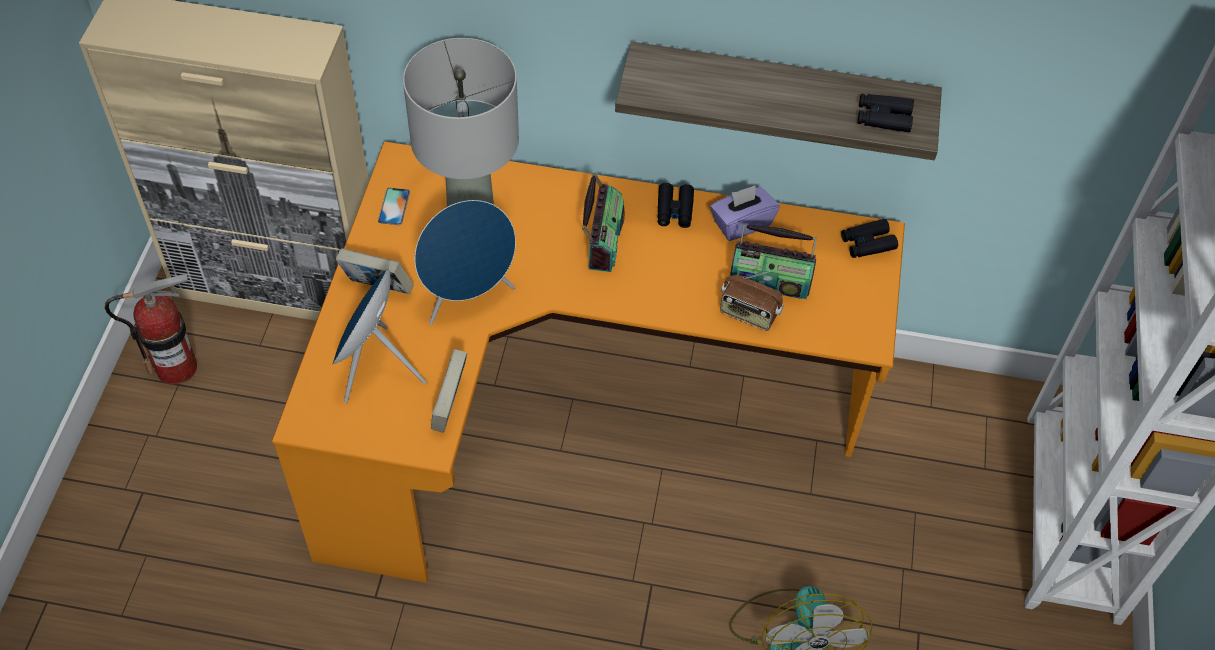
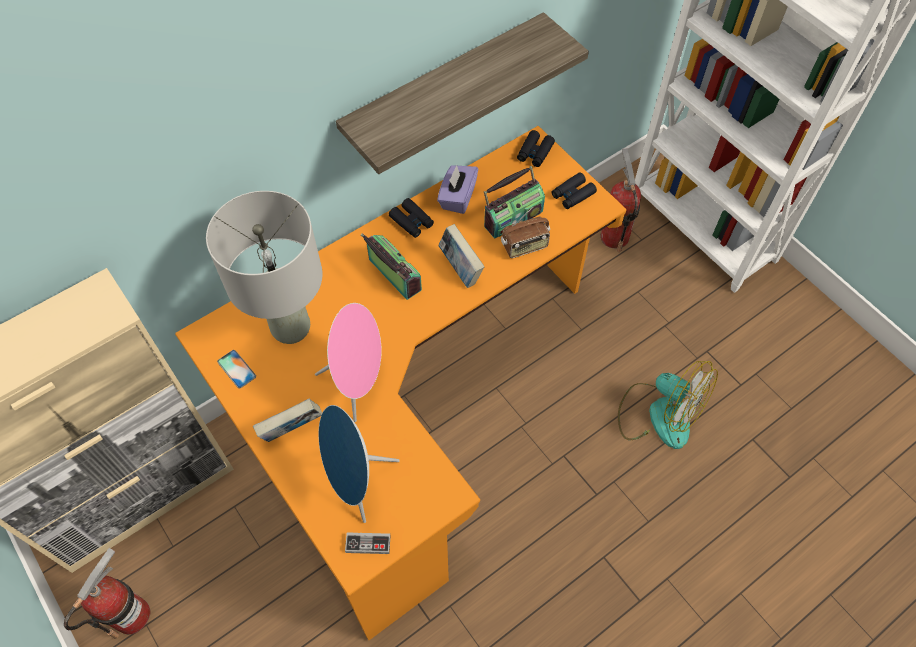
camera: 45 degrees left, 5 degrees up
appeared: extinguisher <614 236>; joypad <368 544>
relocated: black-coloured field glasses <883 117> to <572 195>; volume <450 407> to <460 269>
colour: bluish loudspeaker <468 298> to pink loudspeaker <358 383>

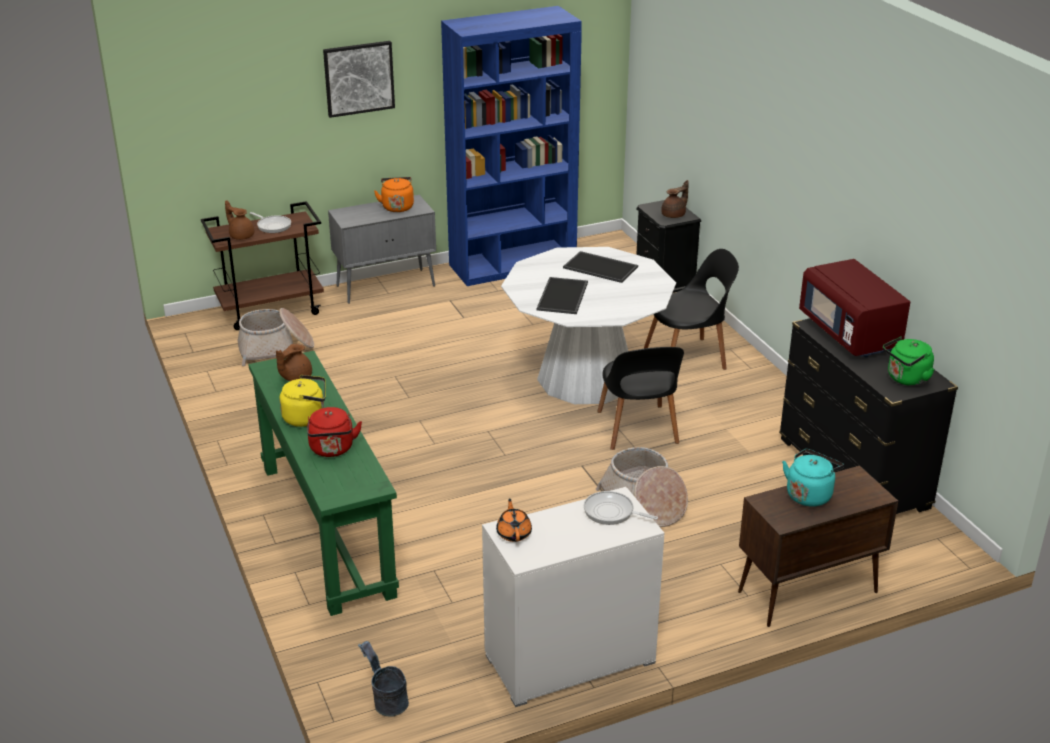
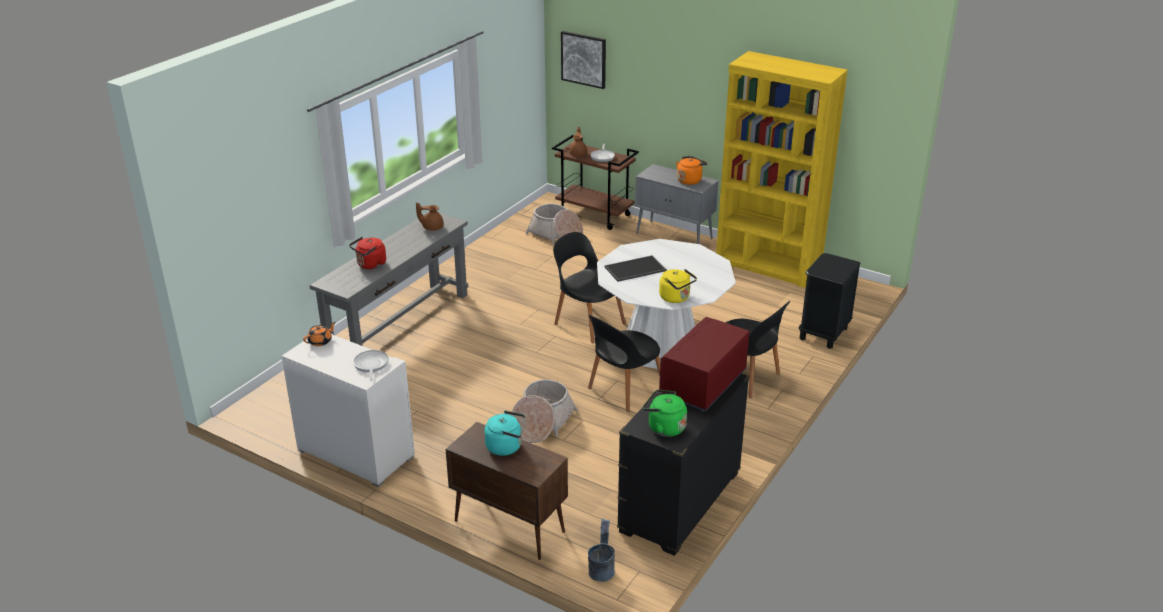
camera: 55 degrees right, 0 degrees up
missing: brownish pot for tea <674 215>; carrying tray <601 267>
appeared: black-coloured upright chair <587 322>
relocated: wall picture <359 78> to <584 59>; yellow-coloured kettle <306 417> to <676 298>; greyish bucket <386 701> to <601 569>
colour: bluish bookshelf <513 265> to yellow-coloured bookshelf <768 265>; greenish narrow table <327 529> to greyish narrow table <400 326>

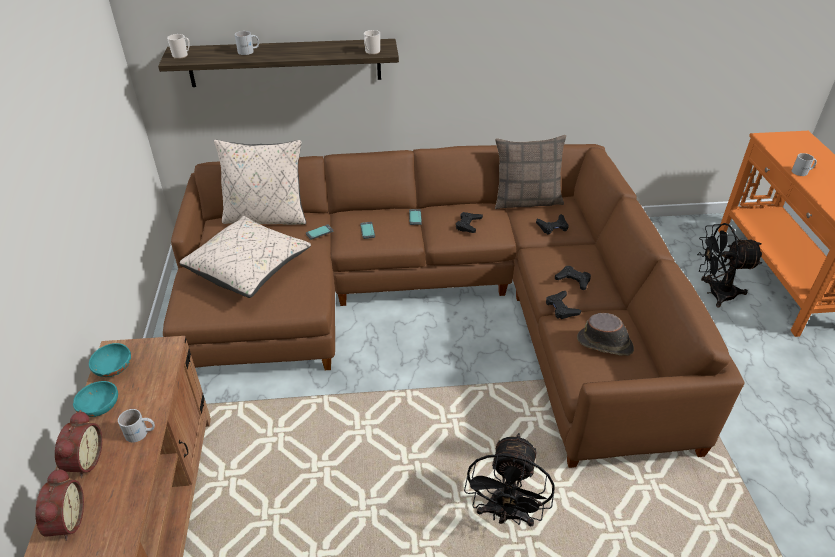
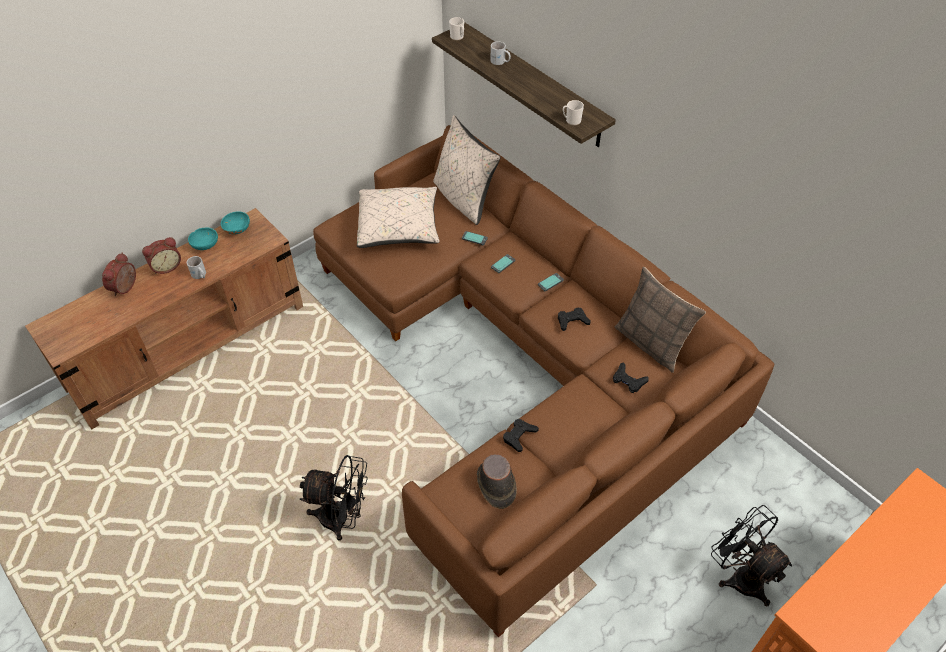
camera: 55 degrees right, 10 degrees up
missing: whitish tea mug <802 172>; black-coloured joypad <573 280>
spun: black-coloured cooling fan <505 514> = <342 518> 150 degrees counterclockwise; alarm clock <65 522> = <126 288> 150 degrees clockwise

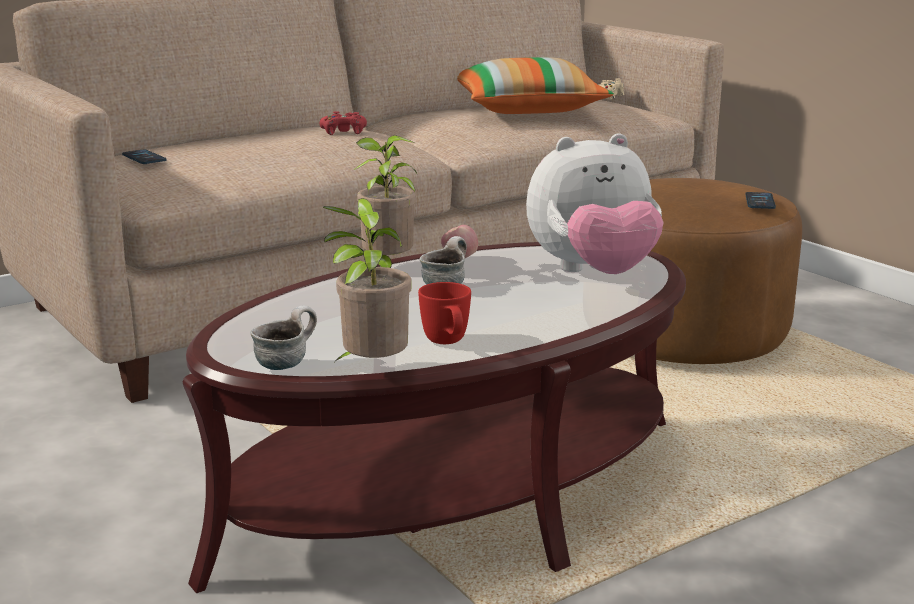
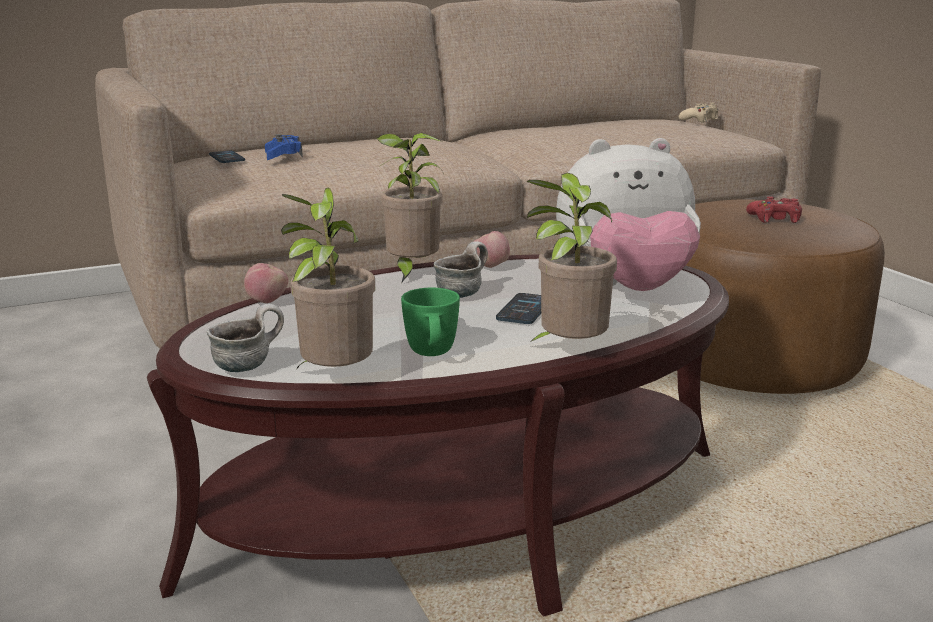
camera: 10 degrees right, 0 degrees up
missing: pillow <528 110>
appeared: bluish joypad <283 155>; potted plant <568 351>; apple fruit <268 301>
relocated: red joypad <343 131> to <775 219>; handset <760 201> to <524 310>
colour: red tea mug <448 344> to greenish tea mug <432 356>

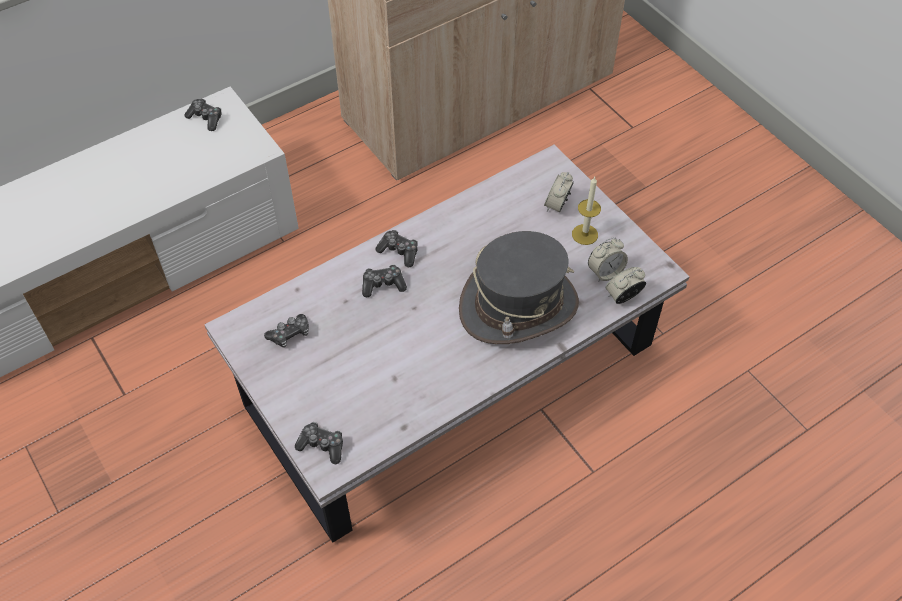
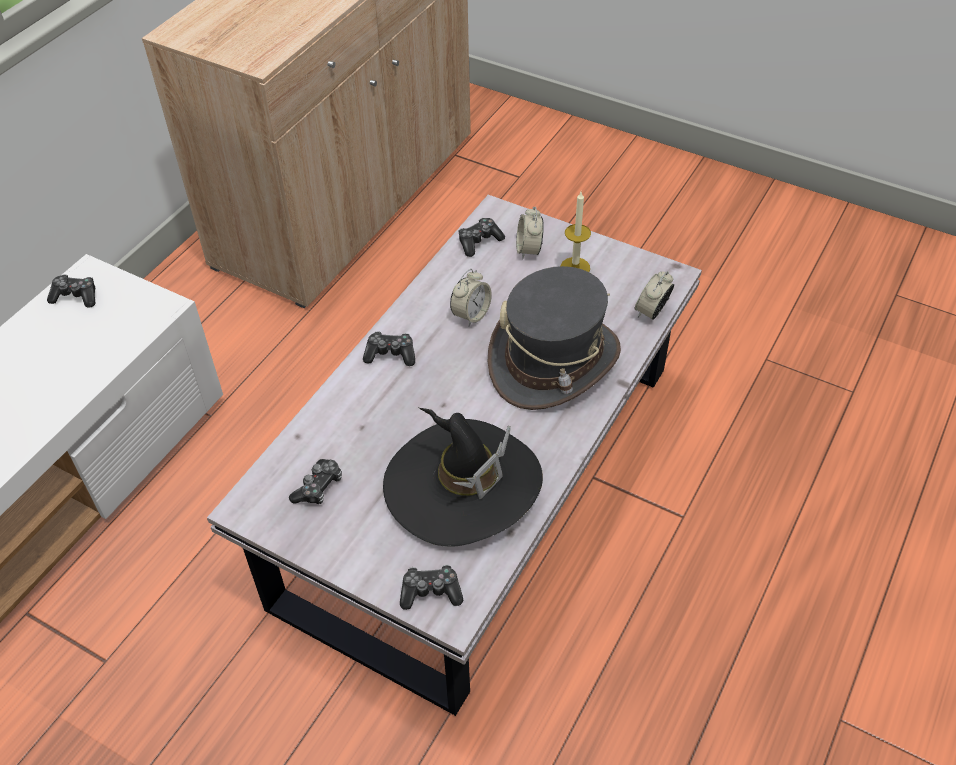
camera: 25 degrees left, 5 degrees down
appeared: black-coloured wearable hat <463 485>
relocated: alarm clock <605 272> to <471 315>; joypad <383 285> to <479 242>

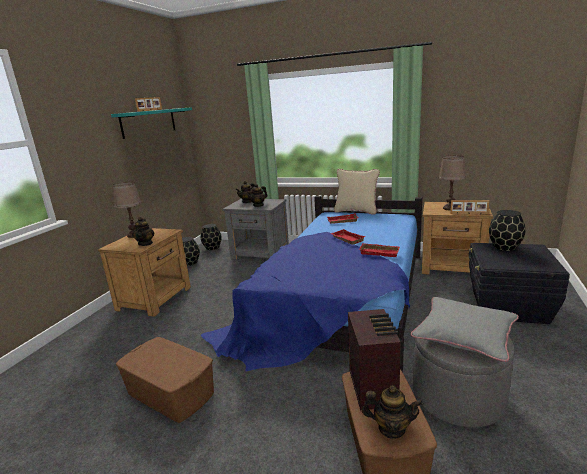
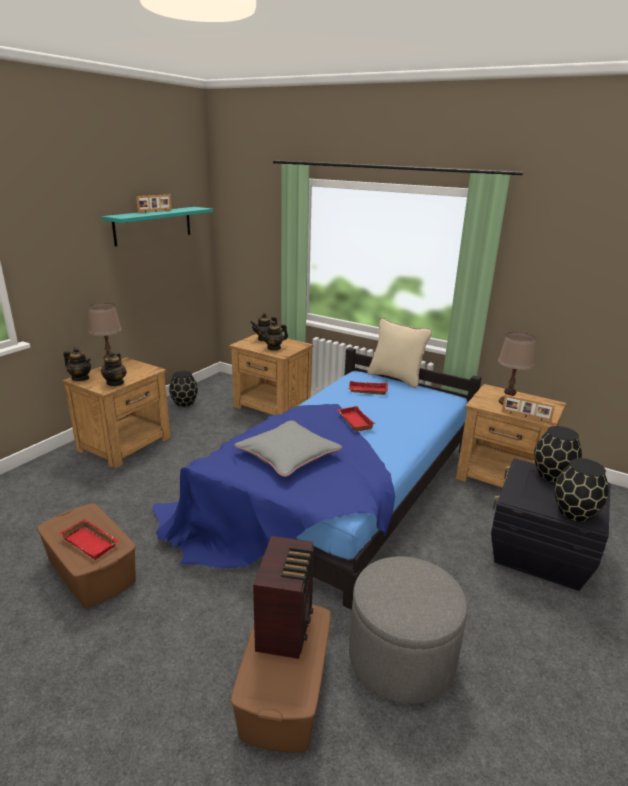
camera: 10 degrees right, 5 degrees up
relocated: black-coloured decorative vase <212 248> to <575 513>; red carrying tray <380 252> to <92 542>; greyish pillow <464 334> to <288 454>; pot for tea <391 428> to <80 378>
colour: greyish night table <261 254> to brownish night table <272 407>

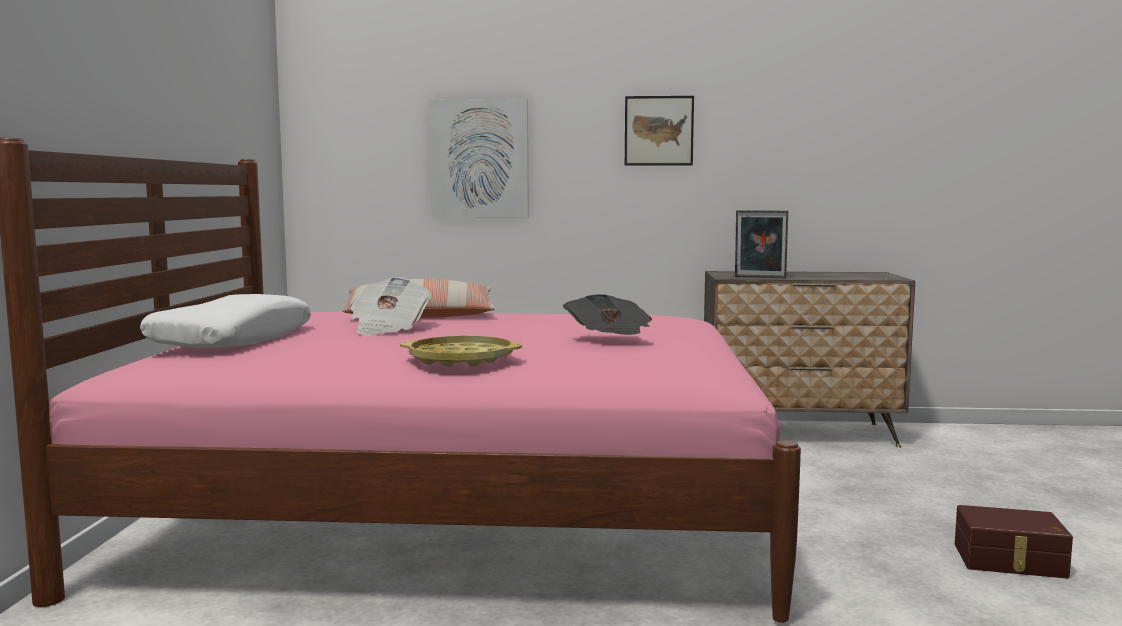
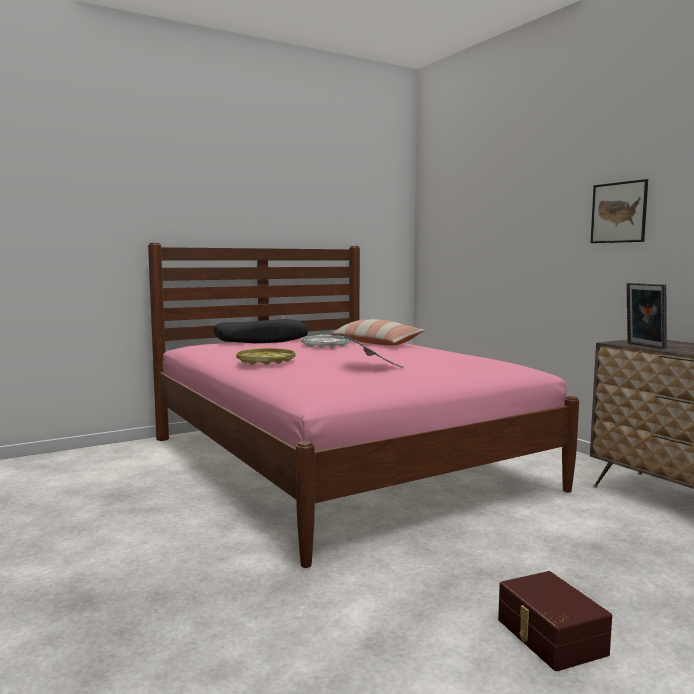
camera: 55 degrees right, 0 degrees up
missing: wall picture <479 159>
exchanged: newspaper <388 329> to whitish carrying tray <325 345>
colour: whitish pillow <232 340> to black-coloured pillow <261 341>

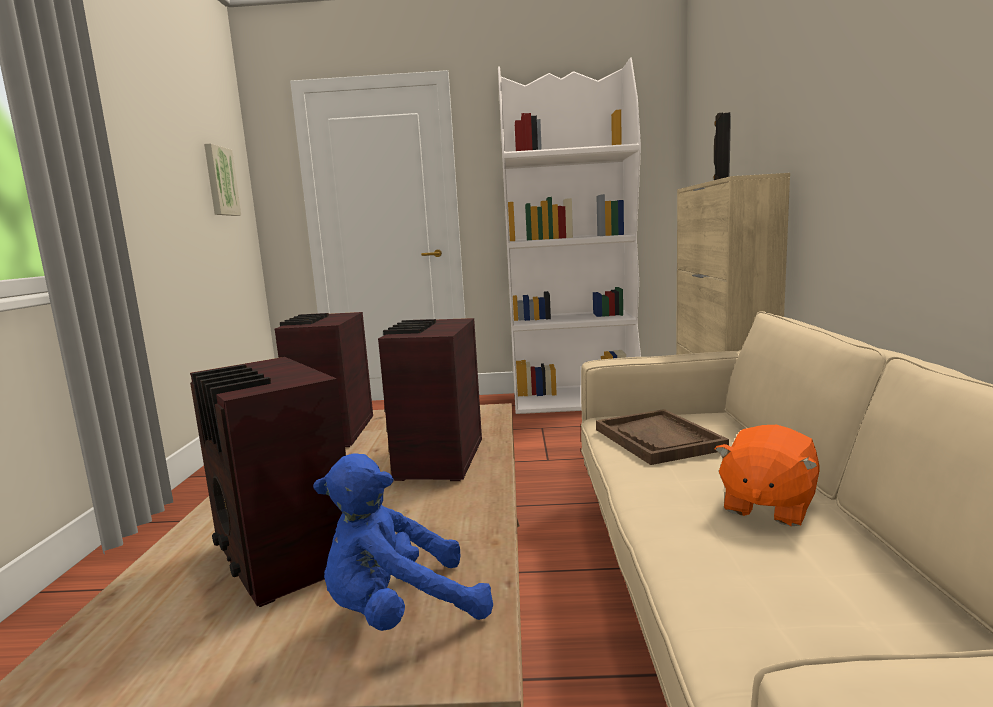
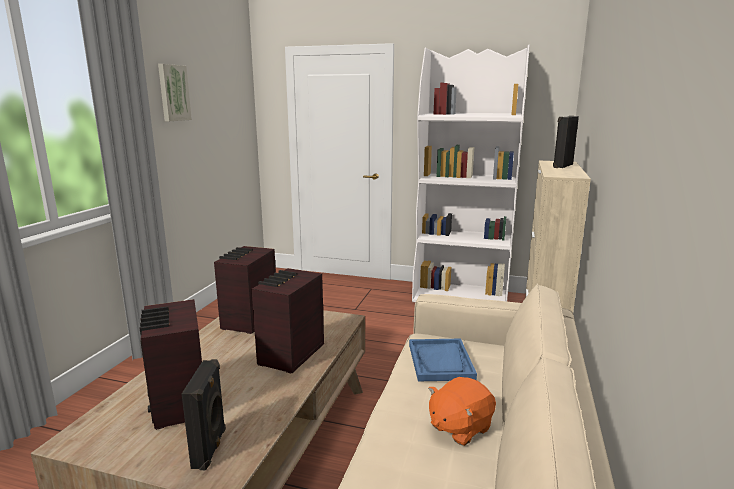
camera: 15 degrees right, 5 degrees up
relocated: wall picture <220 181> to <173 93>
exchanged: bluish cuddly toy <400 612> to black-coloured loudspeaker <210 448>
colour: brownish carrying tray <658 439> to bluish carrying tray <440 361>

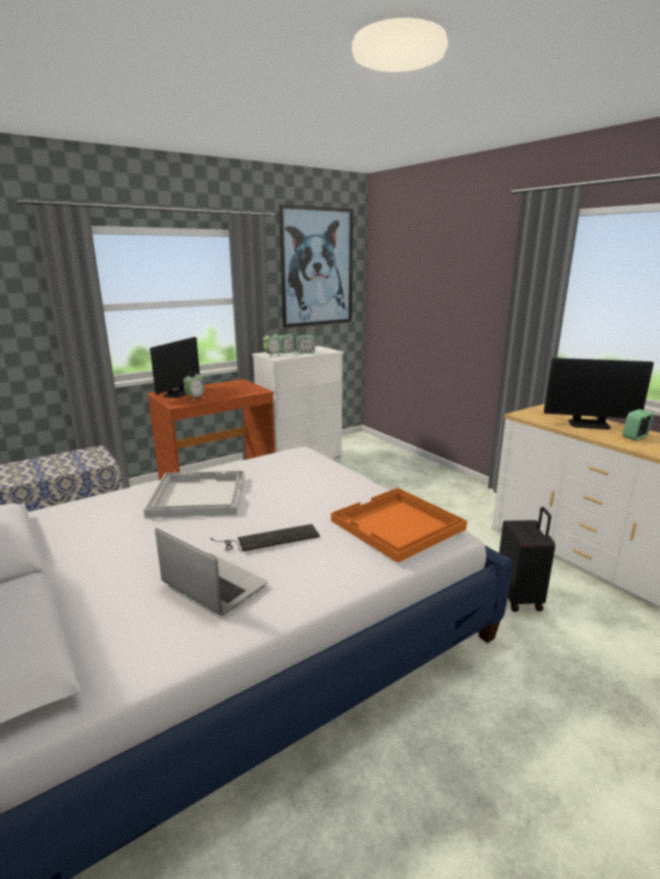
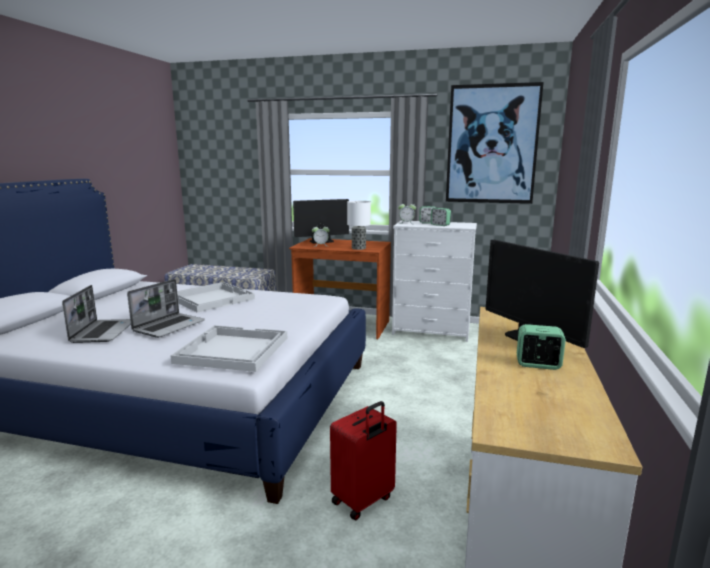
camera: 50 degrees right, 5 degrees down
appeared: tabletop lamp <358 248>
exchanged: computer keyboard <268 539> to notebook computer <169 326>
colour: orange carrying tray <397 525> to whitish carrying tray <231 350>; black-coloured travel case <520 597> to red travel case <363 501>

